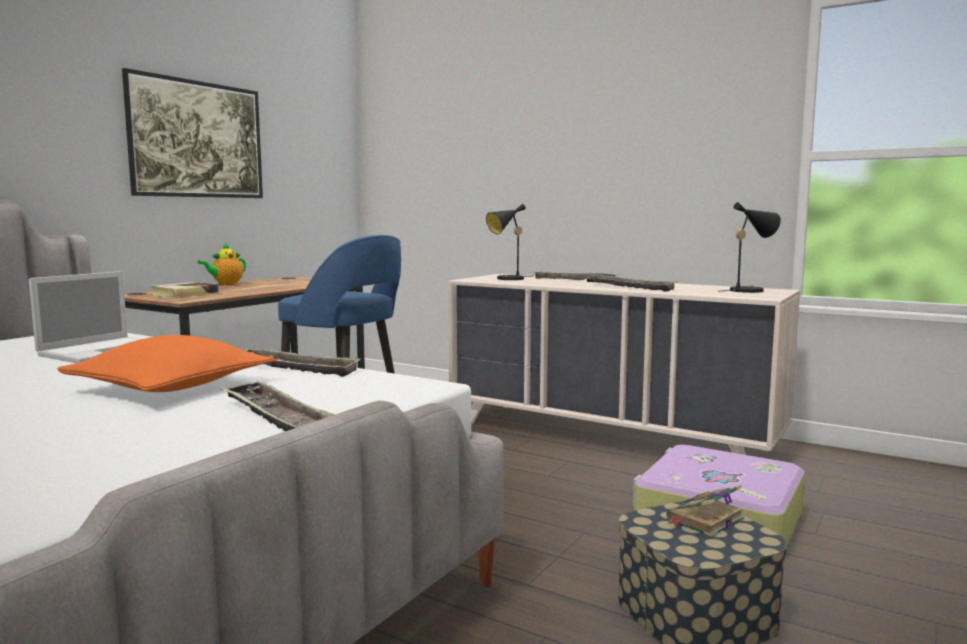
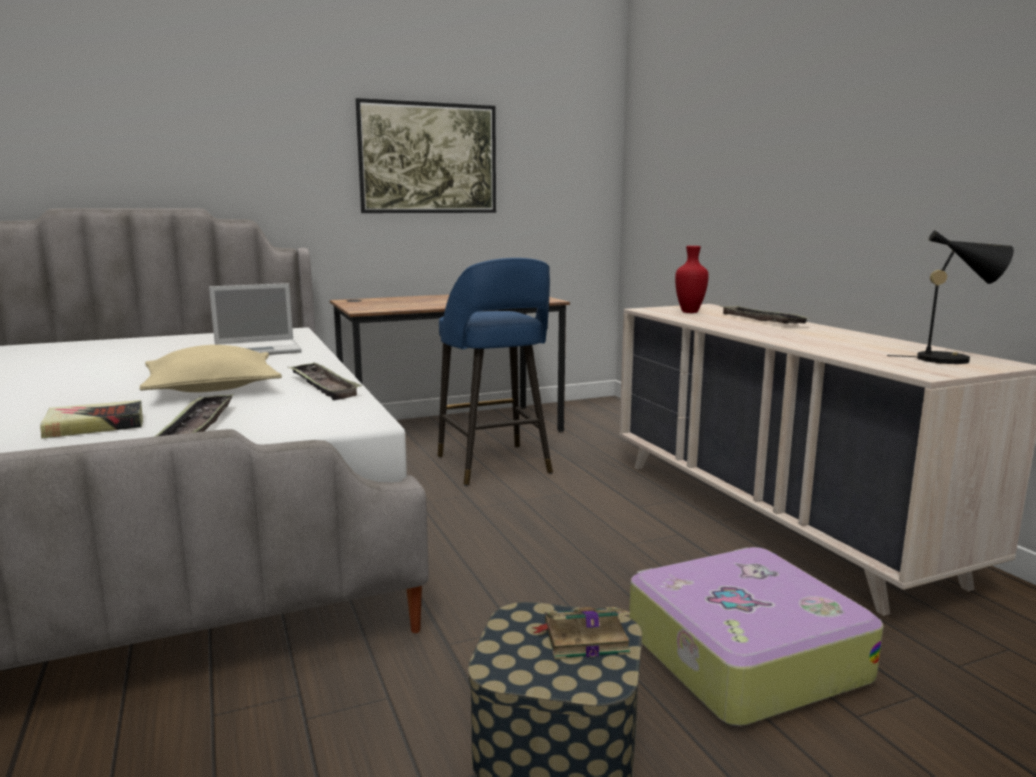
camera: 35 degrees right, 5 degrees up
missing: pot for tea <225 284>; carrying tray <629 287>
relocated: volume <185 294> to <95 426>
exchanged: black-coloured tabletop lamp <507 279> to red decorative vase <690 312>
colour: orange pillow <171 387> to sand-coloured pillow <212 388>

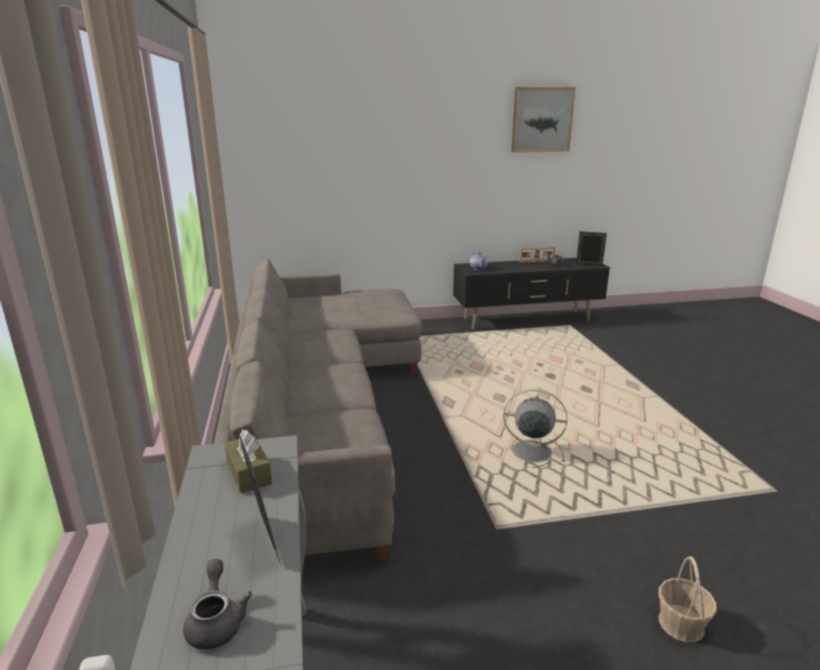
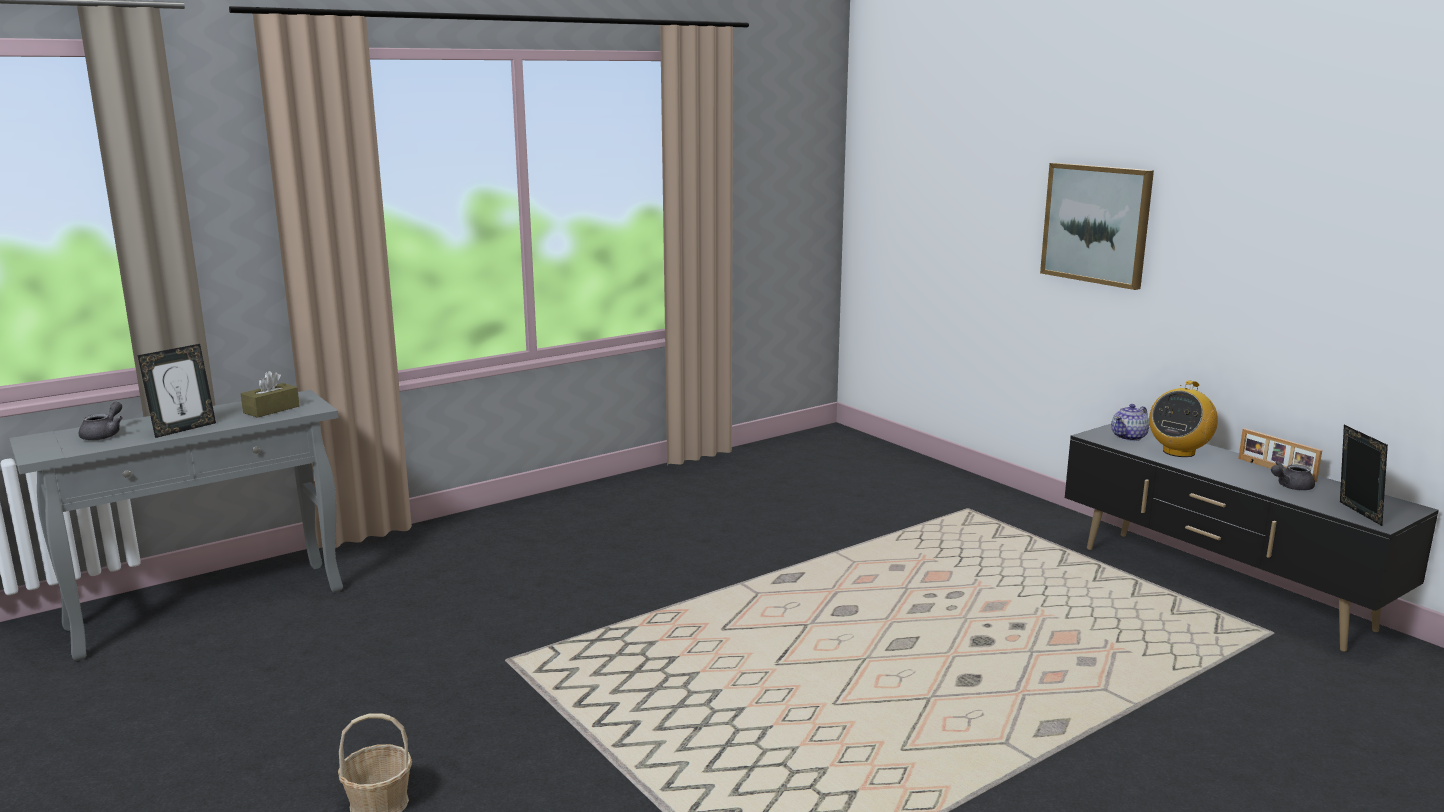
camera: 65 degrees right, 5 degrees down
missing: greyish settee <321 405>; greyish cooling fan <529 451>
appeared: radio receiver <1178 452>
relocated: wall picture <542 119> to <1096 224>
spun: greyish pot for tea <217 621> = <104 435> 45 degrees counterclockwise

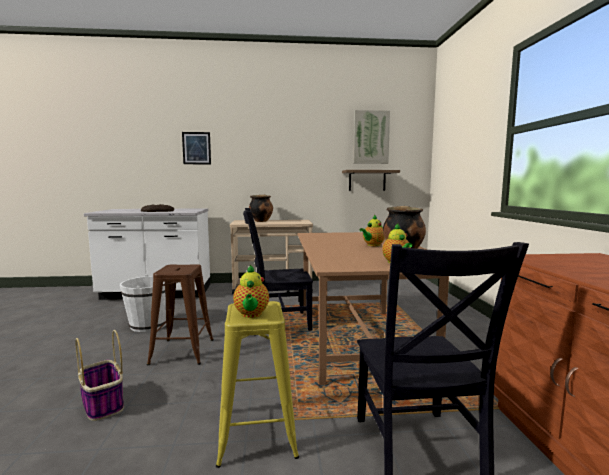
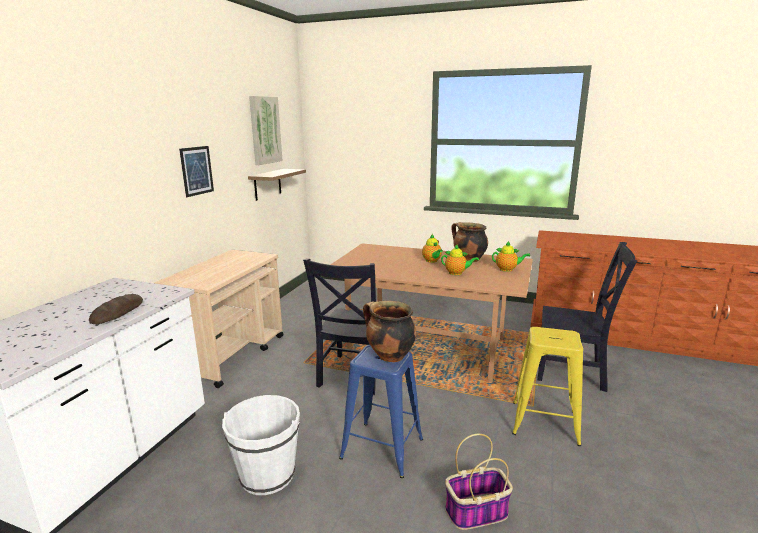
camera: 65 degrees left, 10 degrees up
relocated: wall picture <196 148> to <197 171>; stockpot <261 221> to <389 356>; pot for tea <251 315> to <457 273>
colour: brownish stool seat <182 351> to bluish stool seat <382 448>

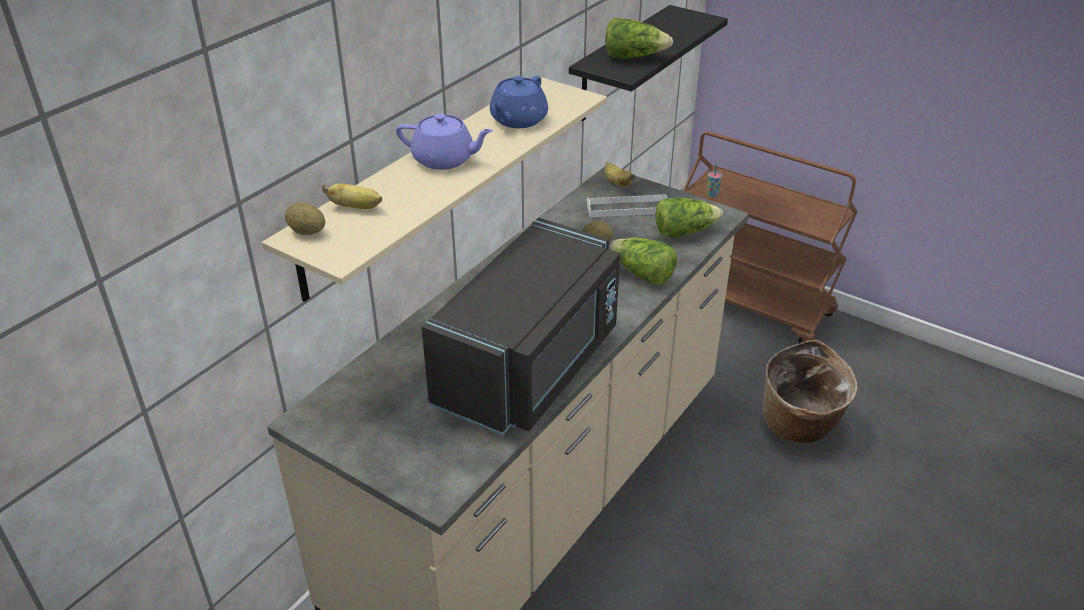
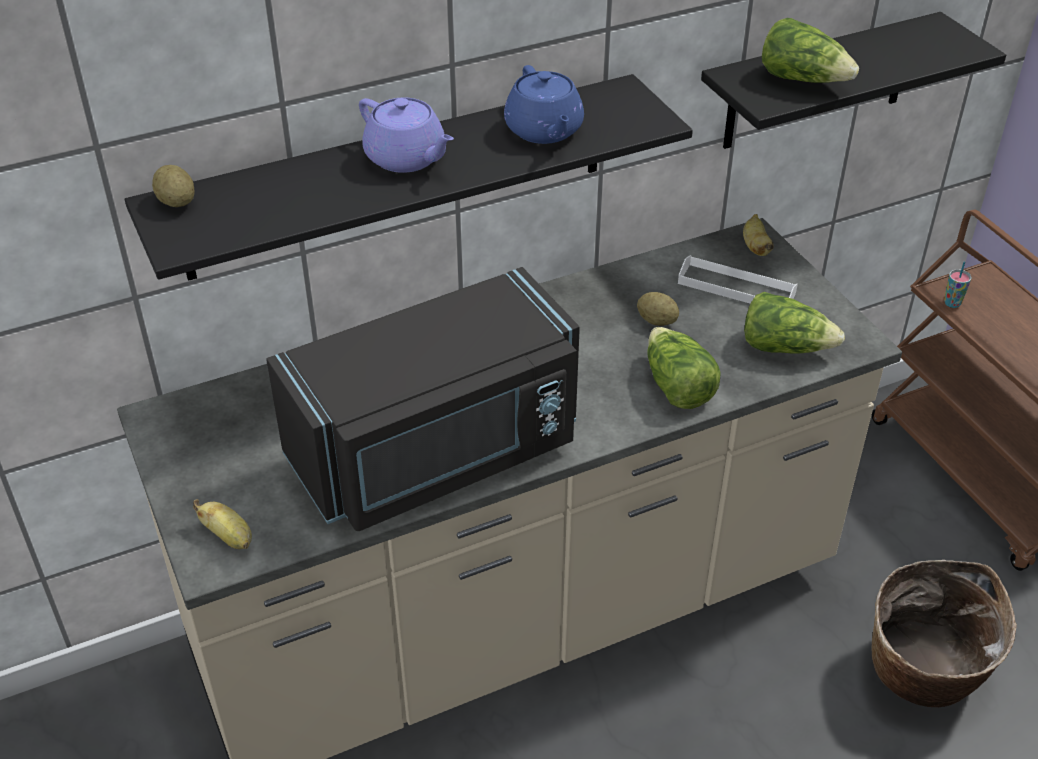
camera: 30 degrees right, 5 degrees up
relocated: banana fruit <356 207> to <229 537>
colour: sand-coloured shelf <421 183> to black-coloured shelf <398 177>
spun: bluish pot for tea <518 120> = <544 131> 75 degrees counterclockwise

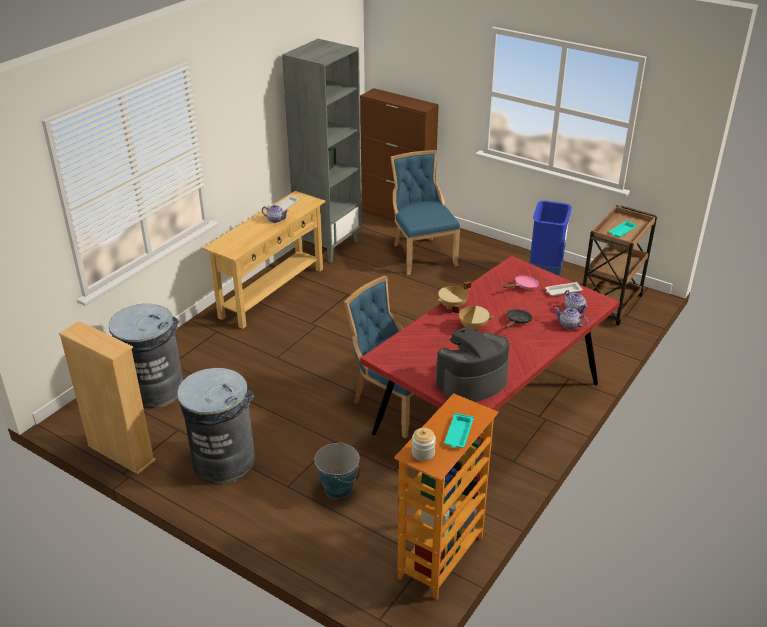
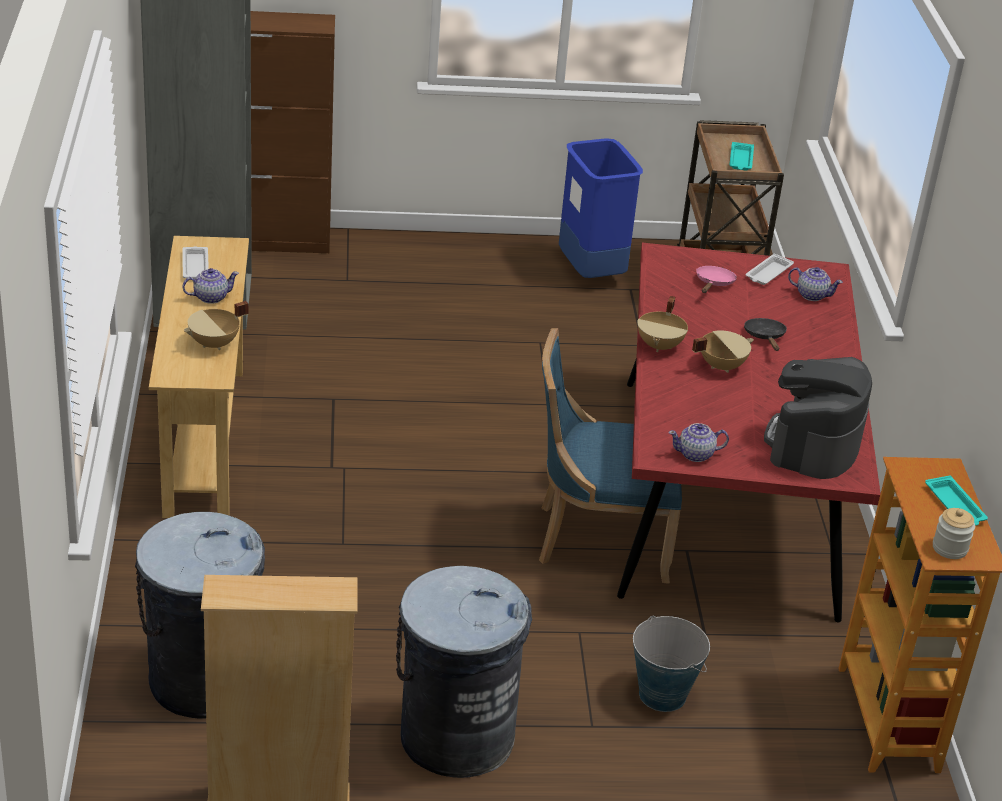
camera: 40 degrees left, 0 degrees up
missing: bluish upright chair <421 254>
appeared: sand-coloured stockpot <215 344>
relocated: pot for tea <569 325> to <696 454>

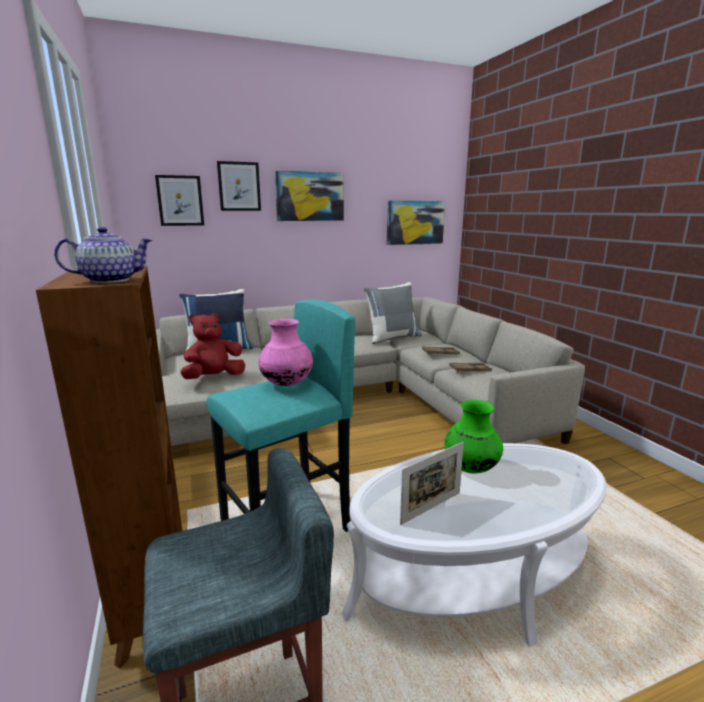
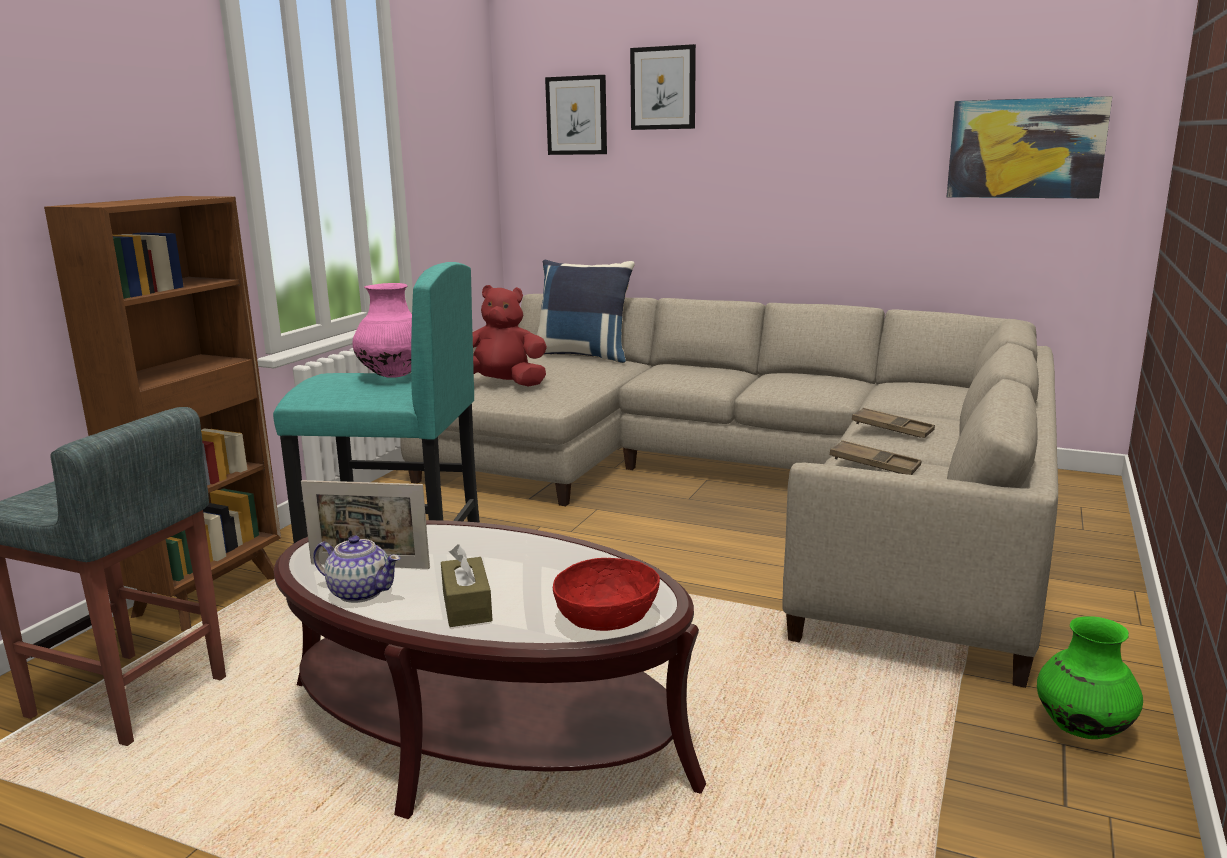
camera: 45 degrees right, 0 degrees up
missing: wall picture <310 196>; greyish pillow <392 338>
appeared: brownish box of tissues <467 606>; red bowl <606 618>
relocated: pot for tea <109 280> to <360 592>; greenish decorative vase <470 468> to <1082 729>
colour: whitish lounge table <474 575> to brownish lounge table <483 730>

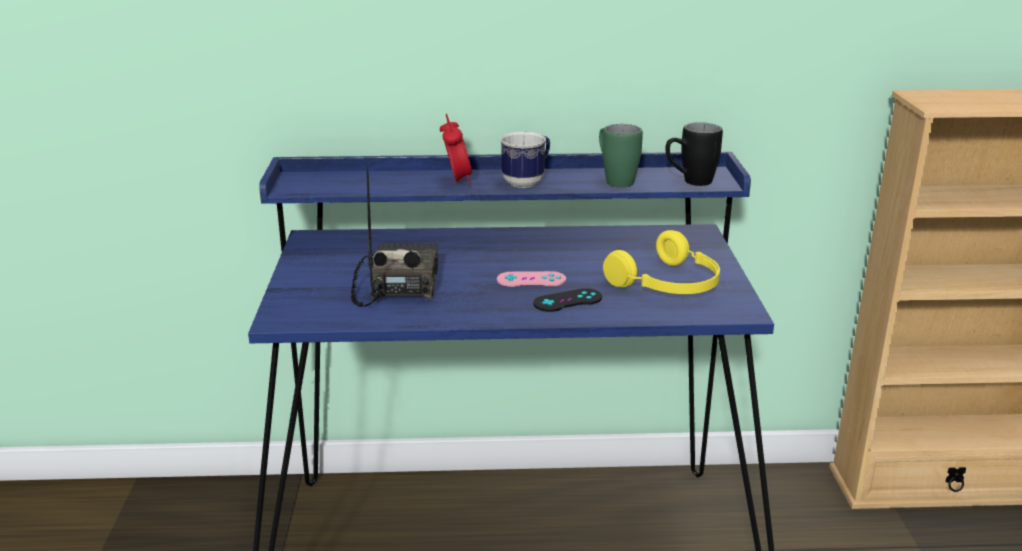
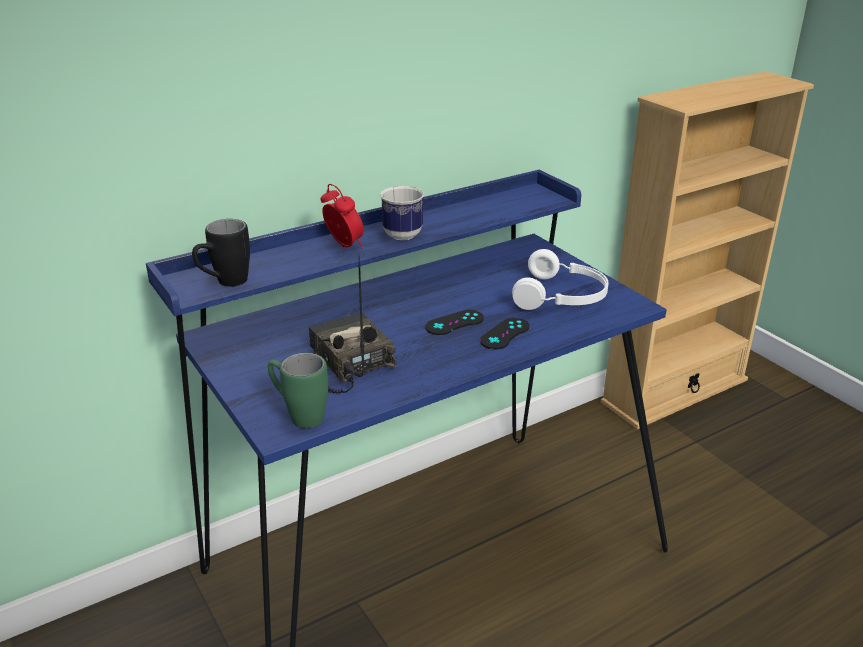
camera: 30 degrees left, 5 degrees up
relocated: black-coloured tea mug <689 182> to <224 283>; greenish tea mug <614 180> to <299 415>
colour: yellow-coloured headset <669 285> to whitish headset <562 297>; pink joypad <531 280> to black-coloured joypad <454 323>

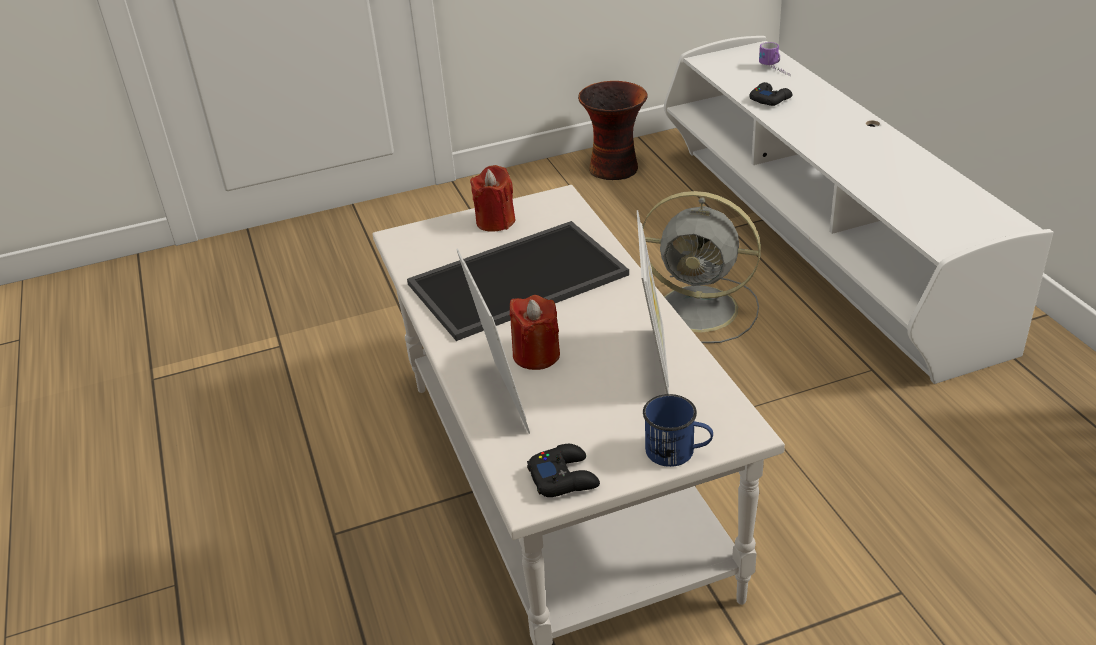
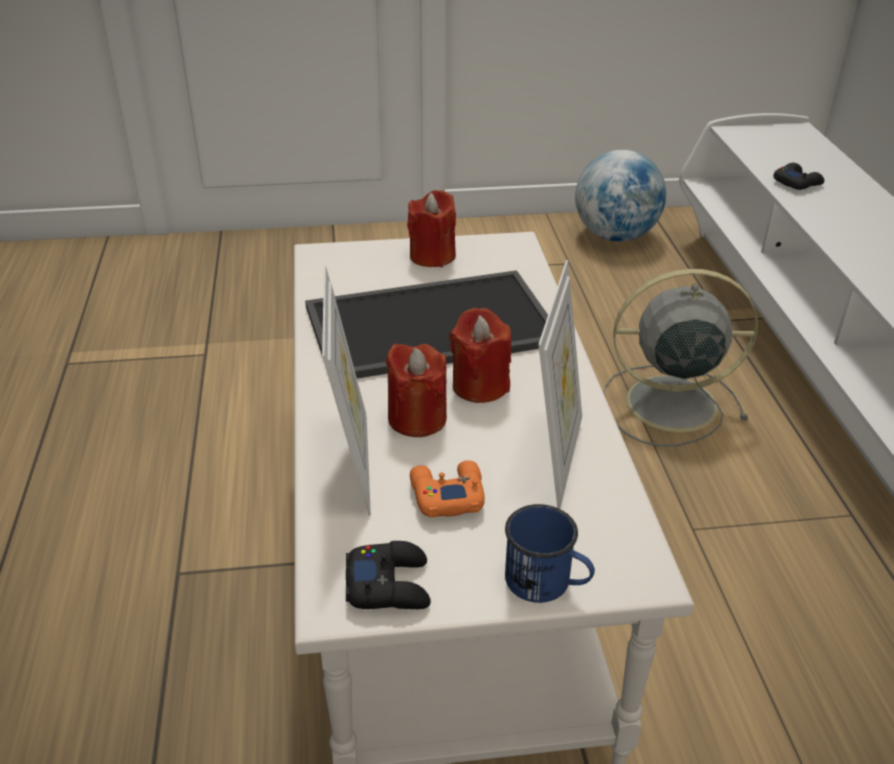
camera: 10 degrees right, 0 degrees up
missing: tea mug <775 71>
appeared: red wax light <480 386>; orange joypad <446 495>
exchanged: decorative vase <615 168> to world globe <615 236>
spun: greyish cooling fan <701 309> = <666 404> 150 degrees clockwise

